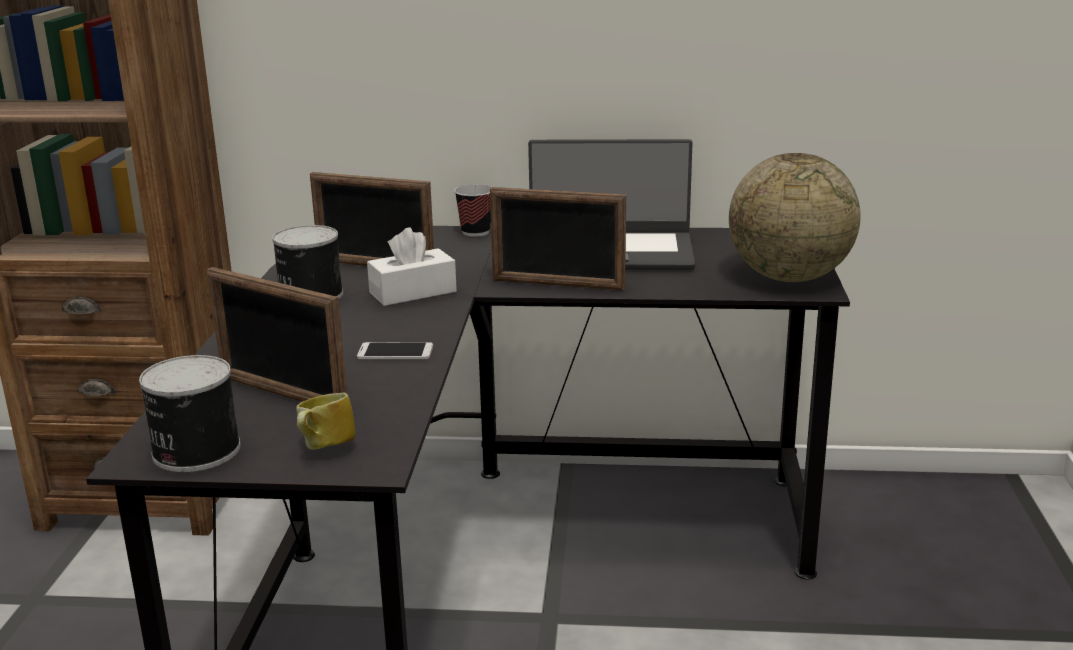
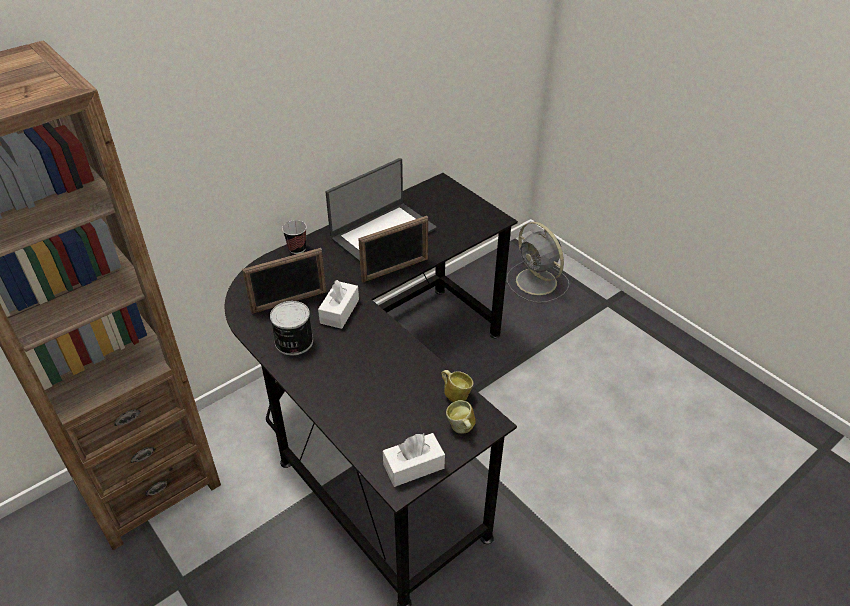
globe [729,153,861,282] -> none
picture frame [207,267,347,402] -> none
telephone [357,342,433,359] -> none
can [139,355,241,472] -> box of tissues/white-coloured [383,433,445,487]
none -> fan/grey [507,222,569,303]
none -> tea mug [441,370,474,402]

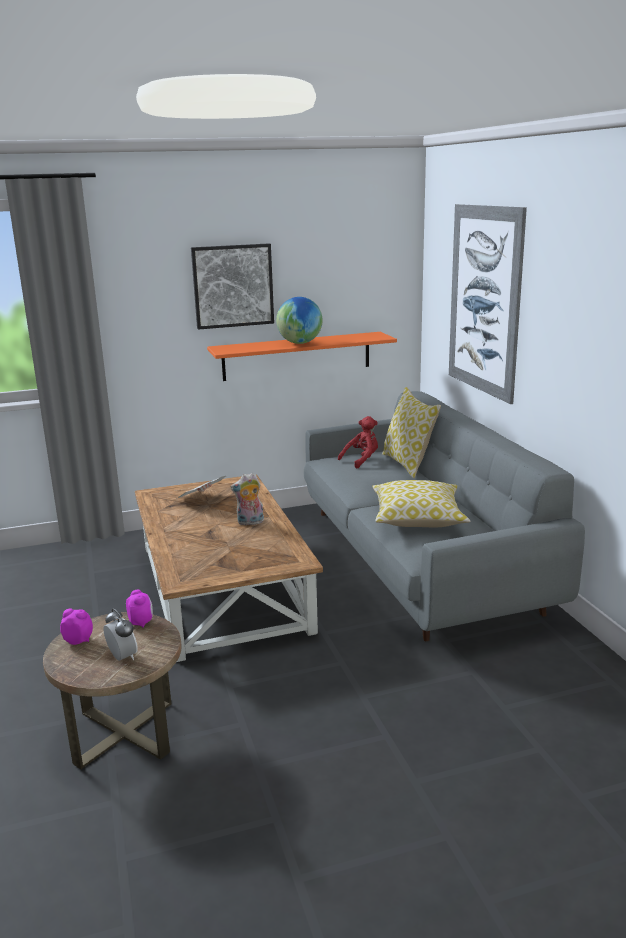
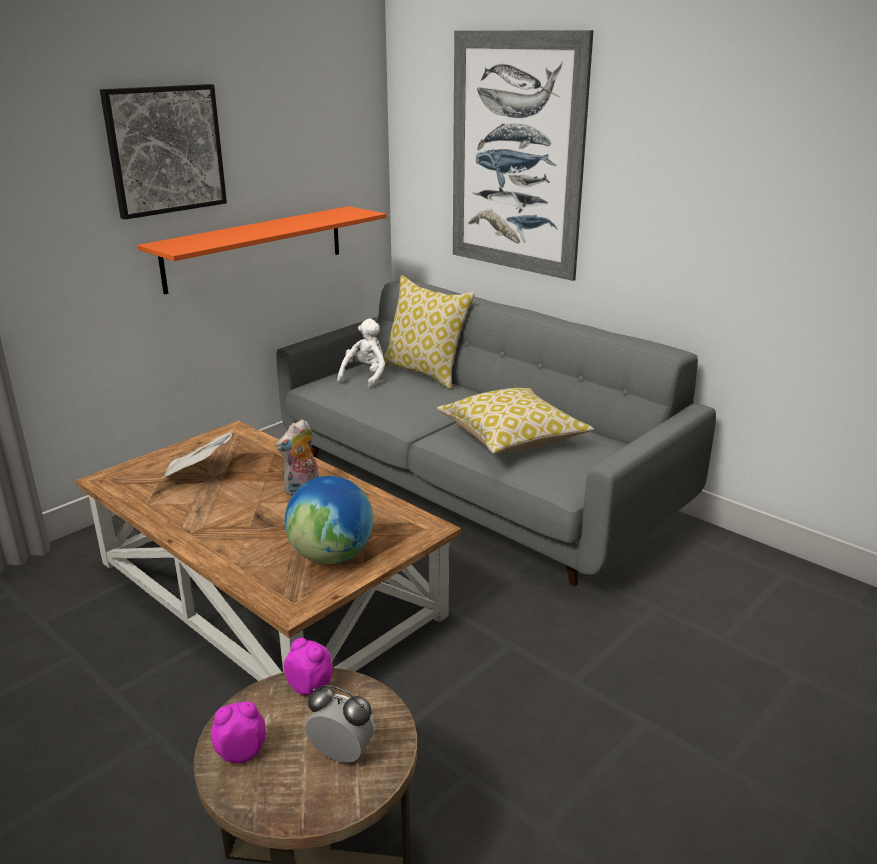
globe [276,297,323,344] -> globe [285,476,373,564], shifted
soft toy/red-coloured [338,416,378,468] -> soft toy/white-coloured [337,319,385,389]

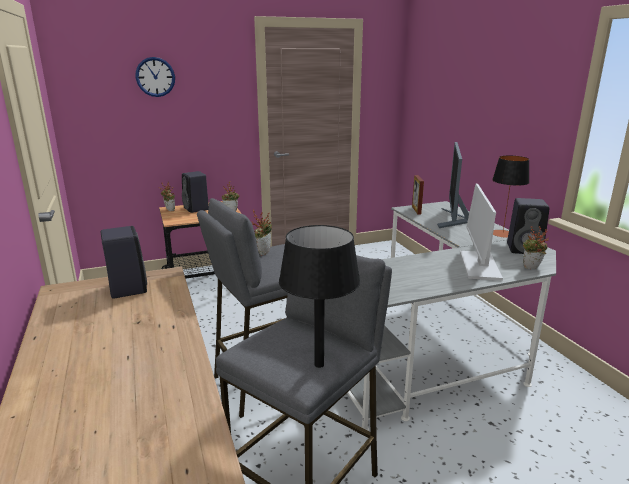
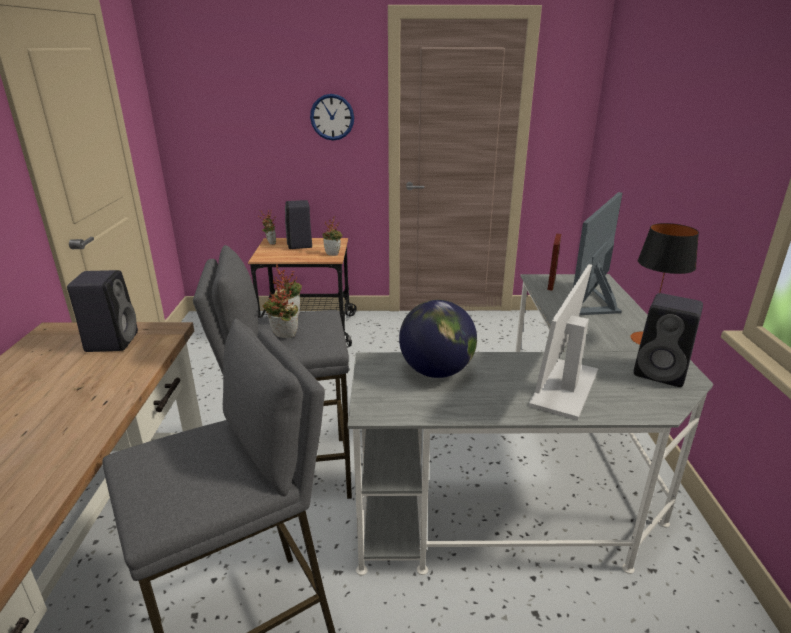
hanging clock [135,57,175,97] -> hanging clock [310,94,354,141], shifted
table lamp/black [279,225,360,368] -> none
plant in a pot [523,226,549,269] -> plant in a pot [263,282,298,338], shifted
none -> globe [399,300,477,378]

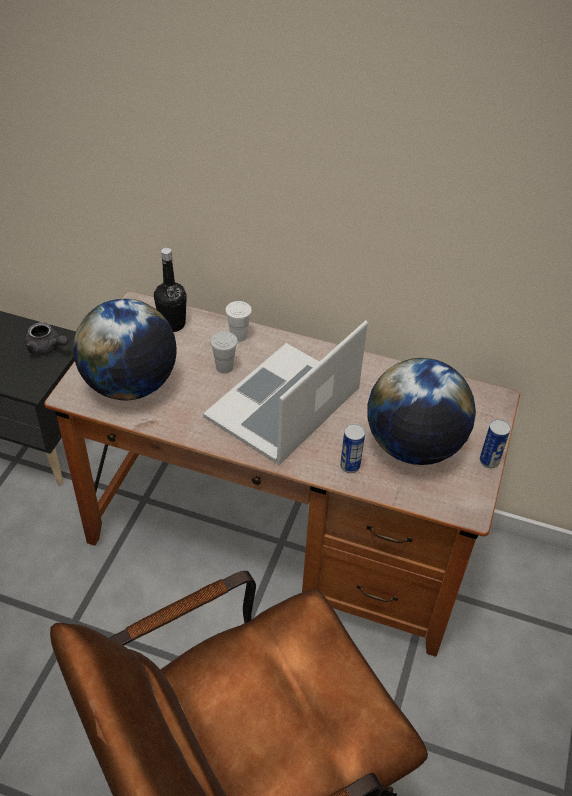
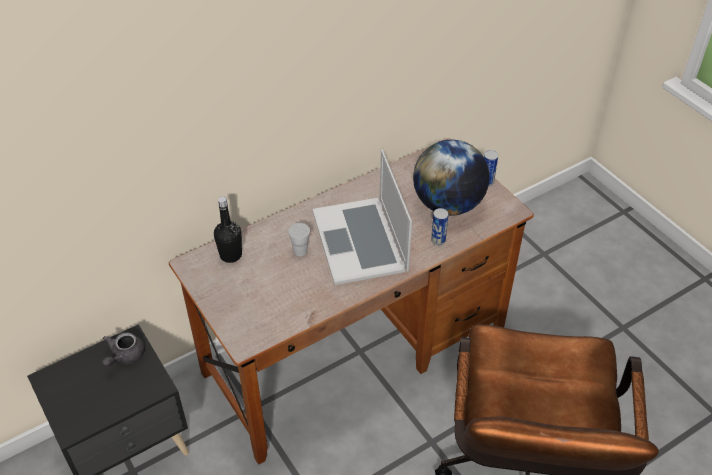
globe [73,299,177,400] -> none
cup/white-coloured [225,301,252,342] -> none
tea pot/grey [25,322,69,355] -> tea pot/grey [102,333,145,367], 135 degrees clockwise

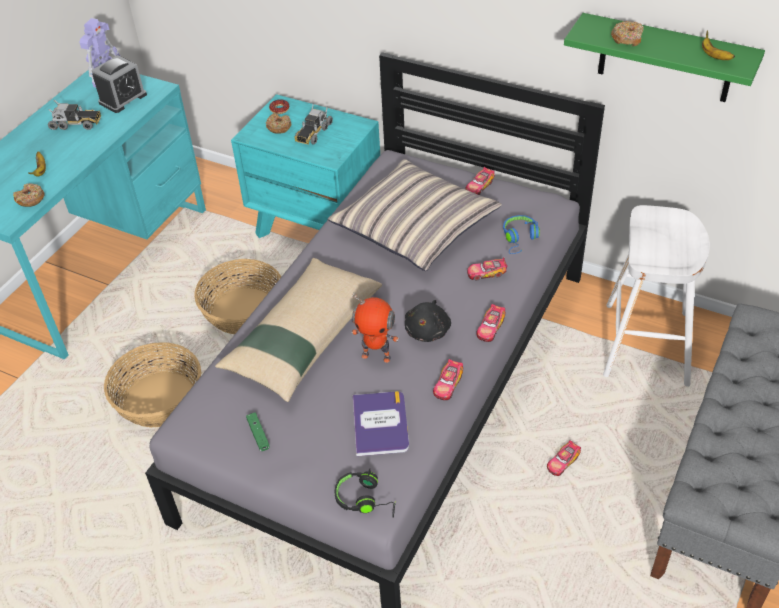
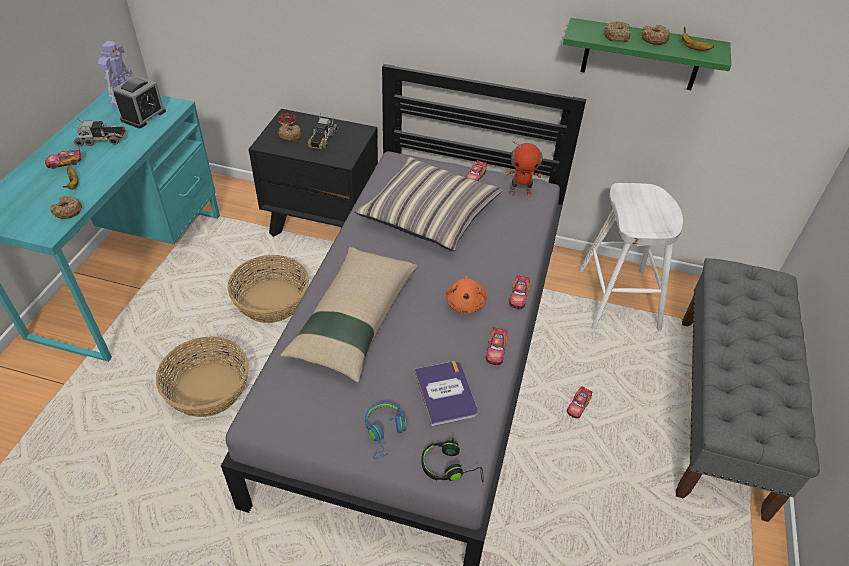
night table/turquoise-coloured [231,94,380,238] -> night table/black [249,109,378,237]
headset/bluish [503,215,540,254] -> headset/bluish [365,402,407,459], shifted
model car [467,257,507,281] -> model car [45,147,81,169], shifted
model robot [351,292,399,363] -> model robot [506,139,542,196], shifted
soft toy/black [405,300,451,342] -> soft toy/orange [446,276,487,314]
game controller/green-coloured [246,412,270,451] -> none
none -> ring doughnut [641,24,670,45]

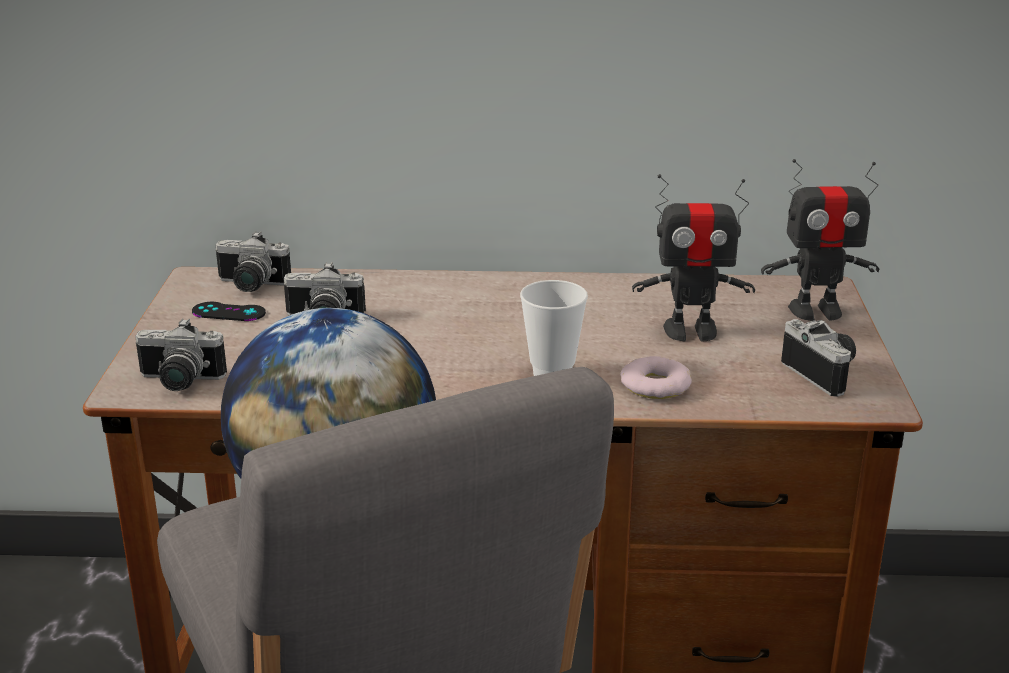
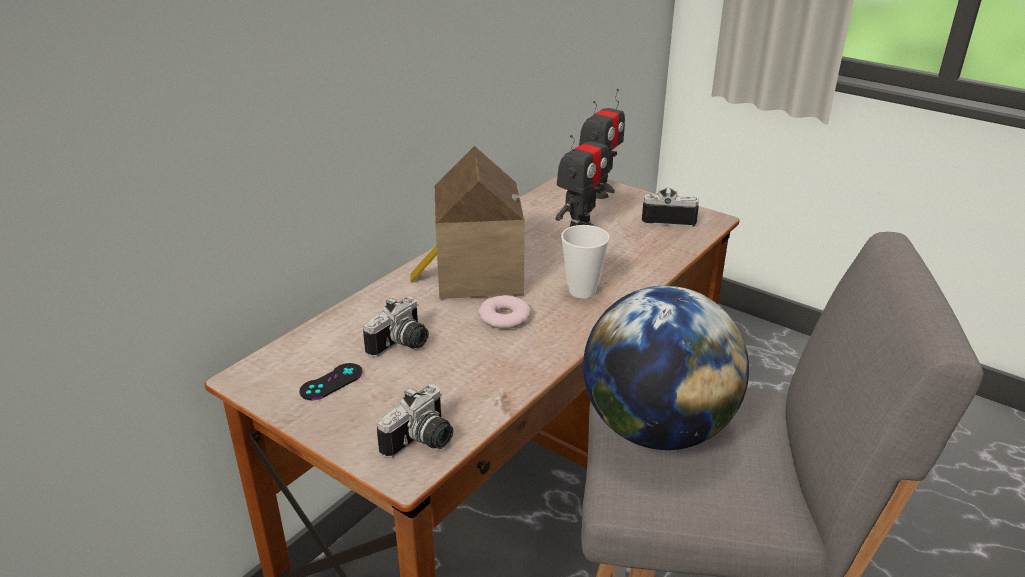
still camera [215,231,291,292] -> none
ring doughnut [620,356,692,399] -> ring doughnut [478,295,531,329], shifted
none -> model house [410,146,525,299]

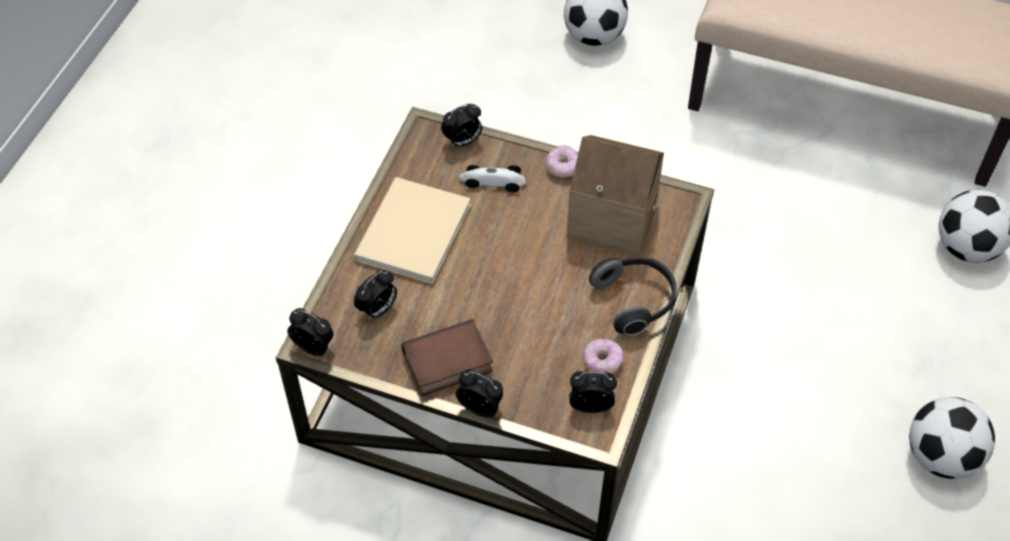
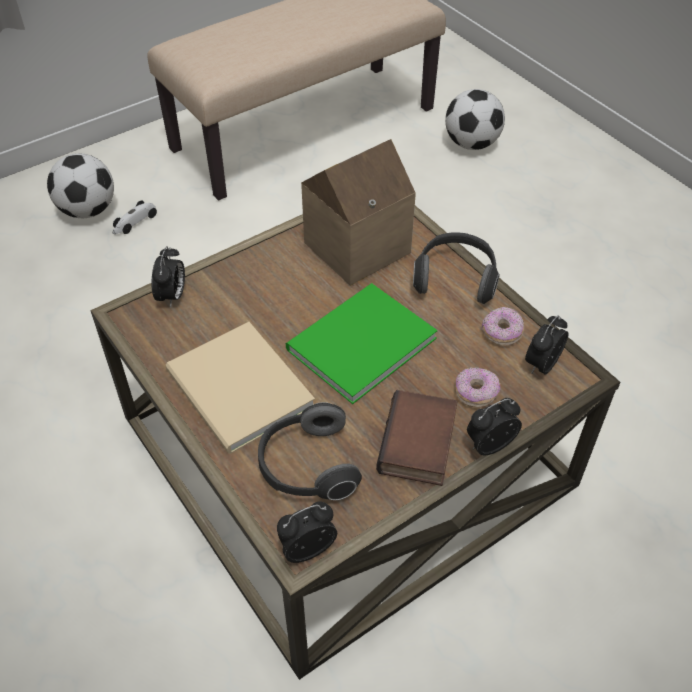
ring doughnut [546,145,578,177] -> ring doughnut [455,367,500,407], shifted
model car [458,165,526,192] -> model car [113,200,157,234], shifted
bedside clock [354,270,397,319] -> headset [258,402,362,500]
football ball [909,397,995,479] -> none
none -> book/green-coloured [286,283,438,404]

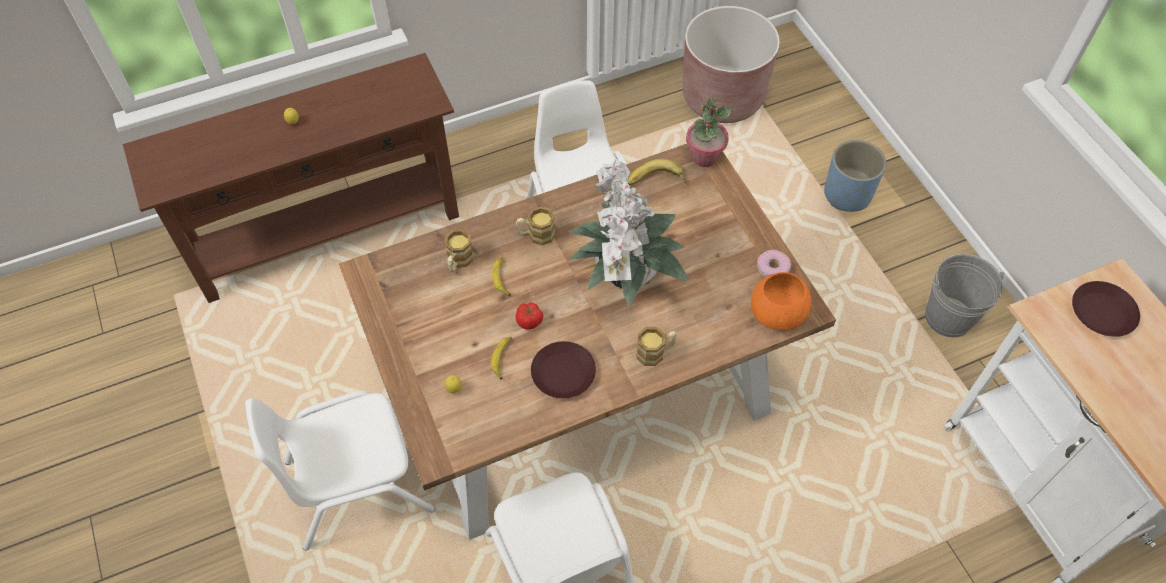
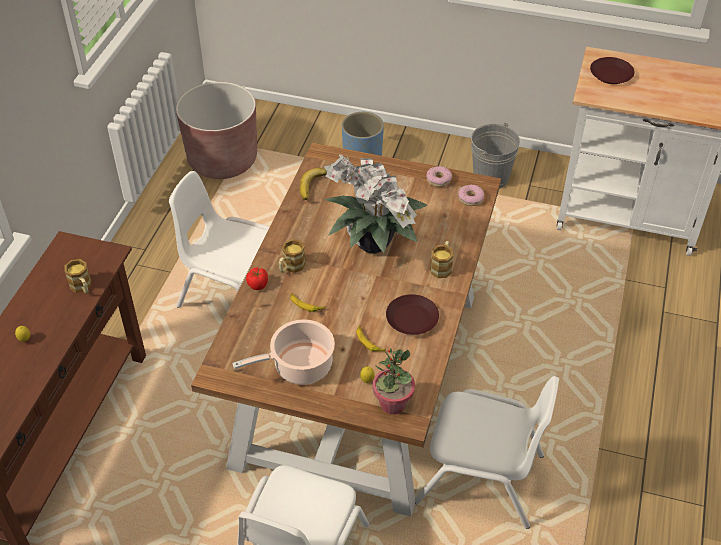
plant in a pot [686,97,731,167] -> plant in a pot [373,349,415,414], shifted
tea mug [445,229,473,272] -> tea mug [64,259,91,294], shifted
deep dish/orange [751,272,812,330] -> ring doughnut [458,185,484,206]
tomato [515,302,543,330] -> tomato [246,268,268,290], shifted
none -> stockpot [232,319,335,385]

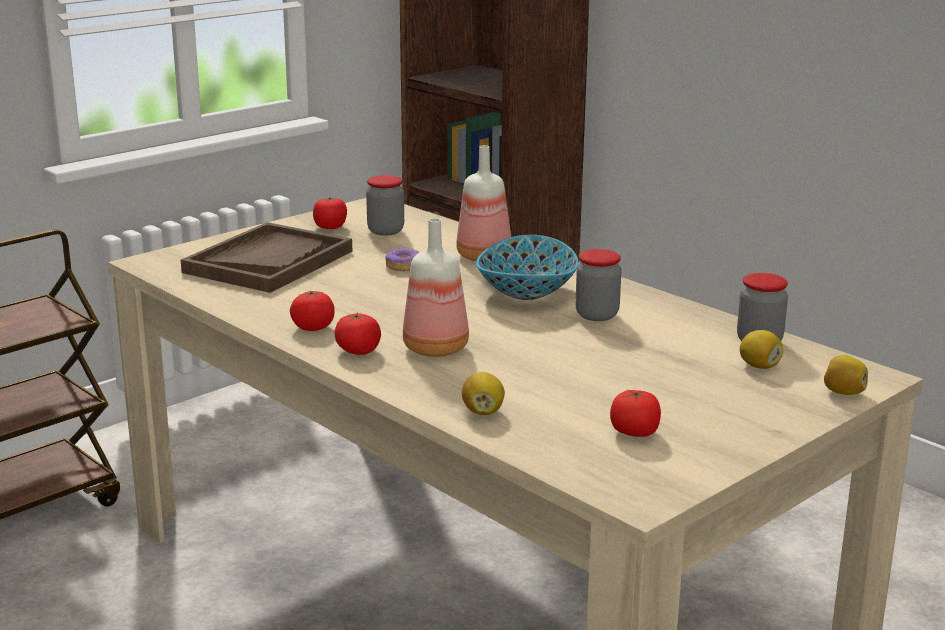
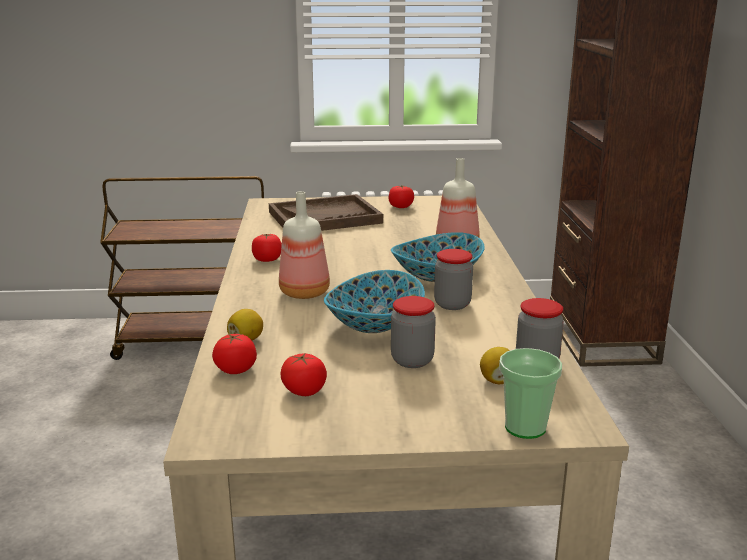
preserve jar [366,175,404,236] -> preserve jar [391,296,436,368], shifted
ring doughnut [385,248,420,271] -> none
tomato [334,313,381,355] -> tomato [212,334,257,374], shifted
lemon [824,355,868,395] -> cup [499,348,562,439]
none -> deep dish [324,270,425,333]

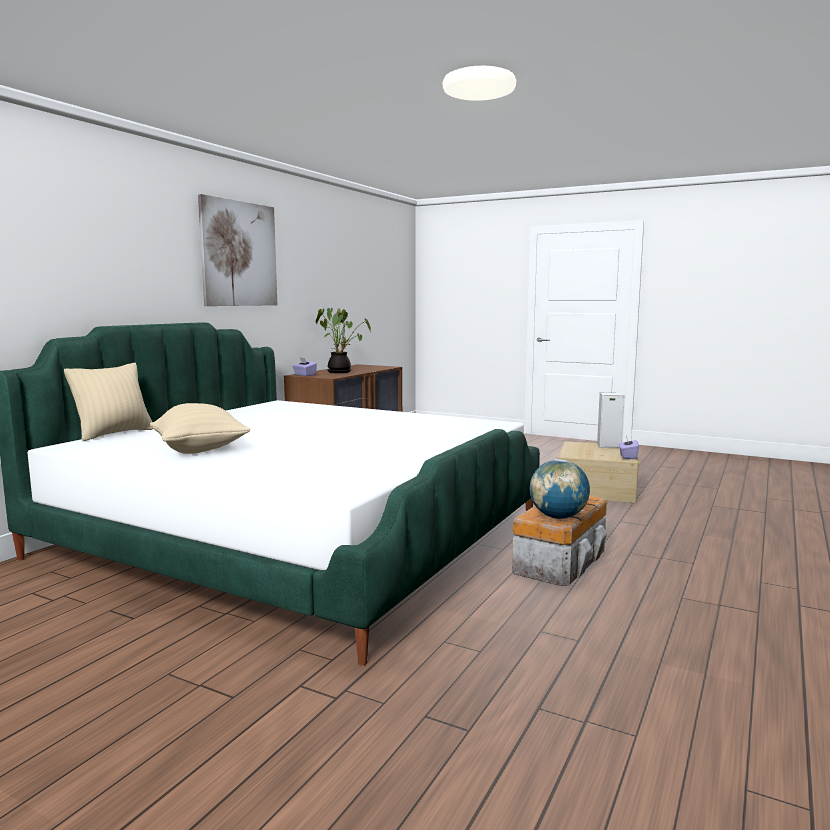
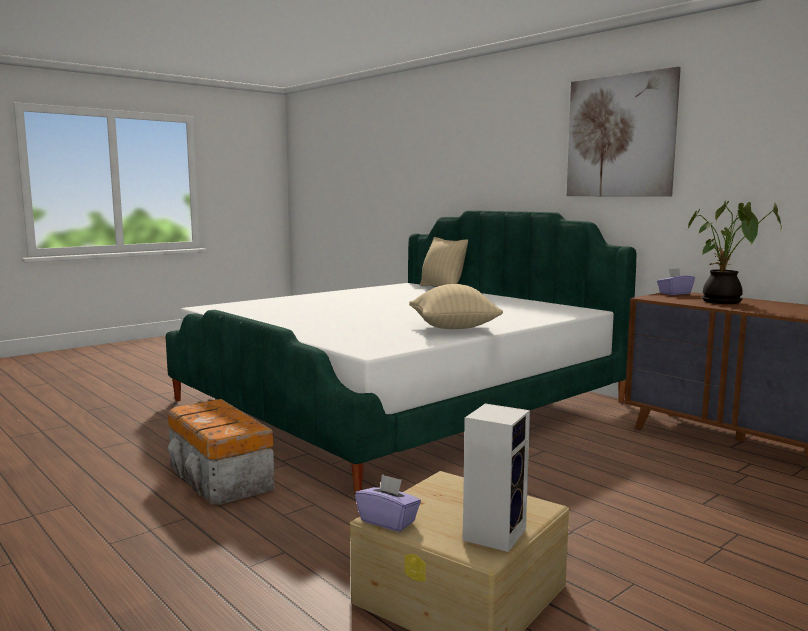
pillow/beige [150,403,250,454] -> pillow/beige [409,284,503,329], shifted
globe [530,459,590,519] -> none

